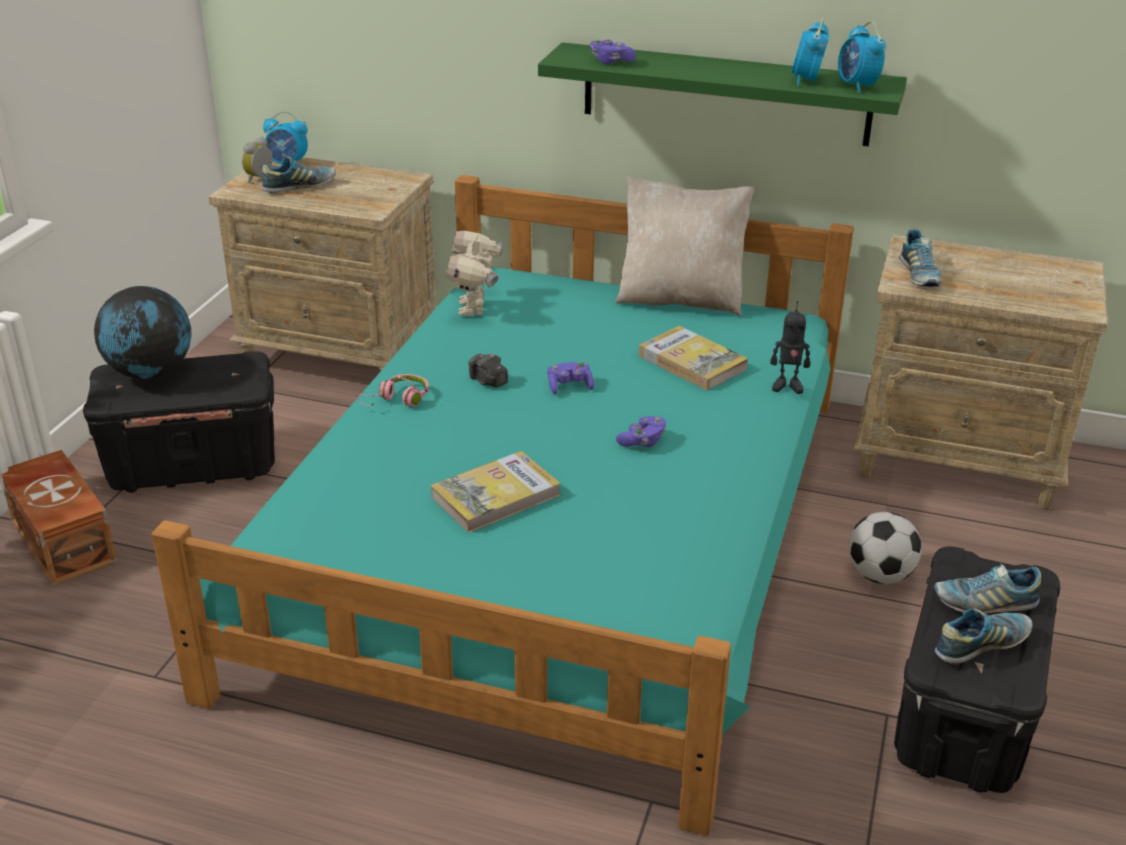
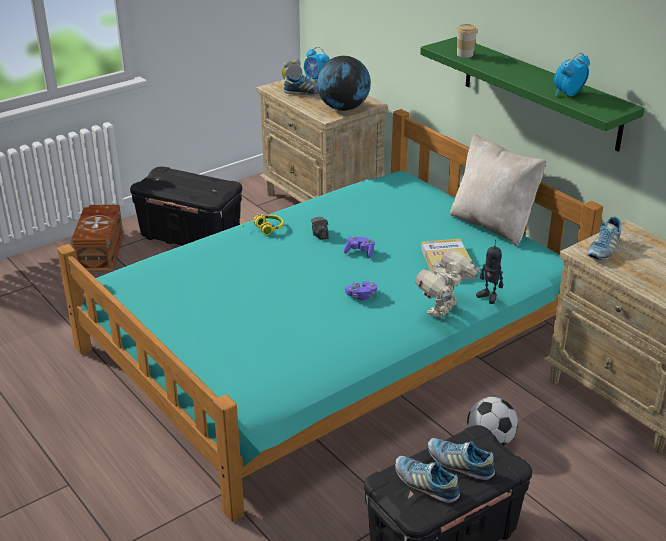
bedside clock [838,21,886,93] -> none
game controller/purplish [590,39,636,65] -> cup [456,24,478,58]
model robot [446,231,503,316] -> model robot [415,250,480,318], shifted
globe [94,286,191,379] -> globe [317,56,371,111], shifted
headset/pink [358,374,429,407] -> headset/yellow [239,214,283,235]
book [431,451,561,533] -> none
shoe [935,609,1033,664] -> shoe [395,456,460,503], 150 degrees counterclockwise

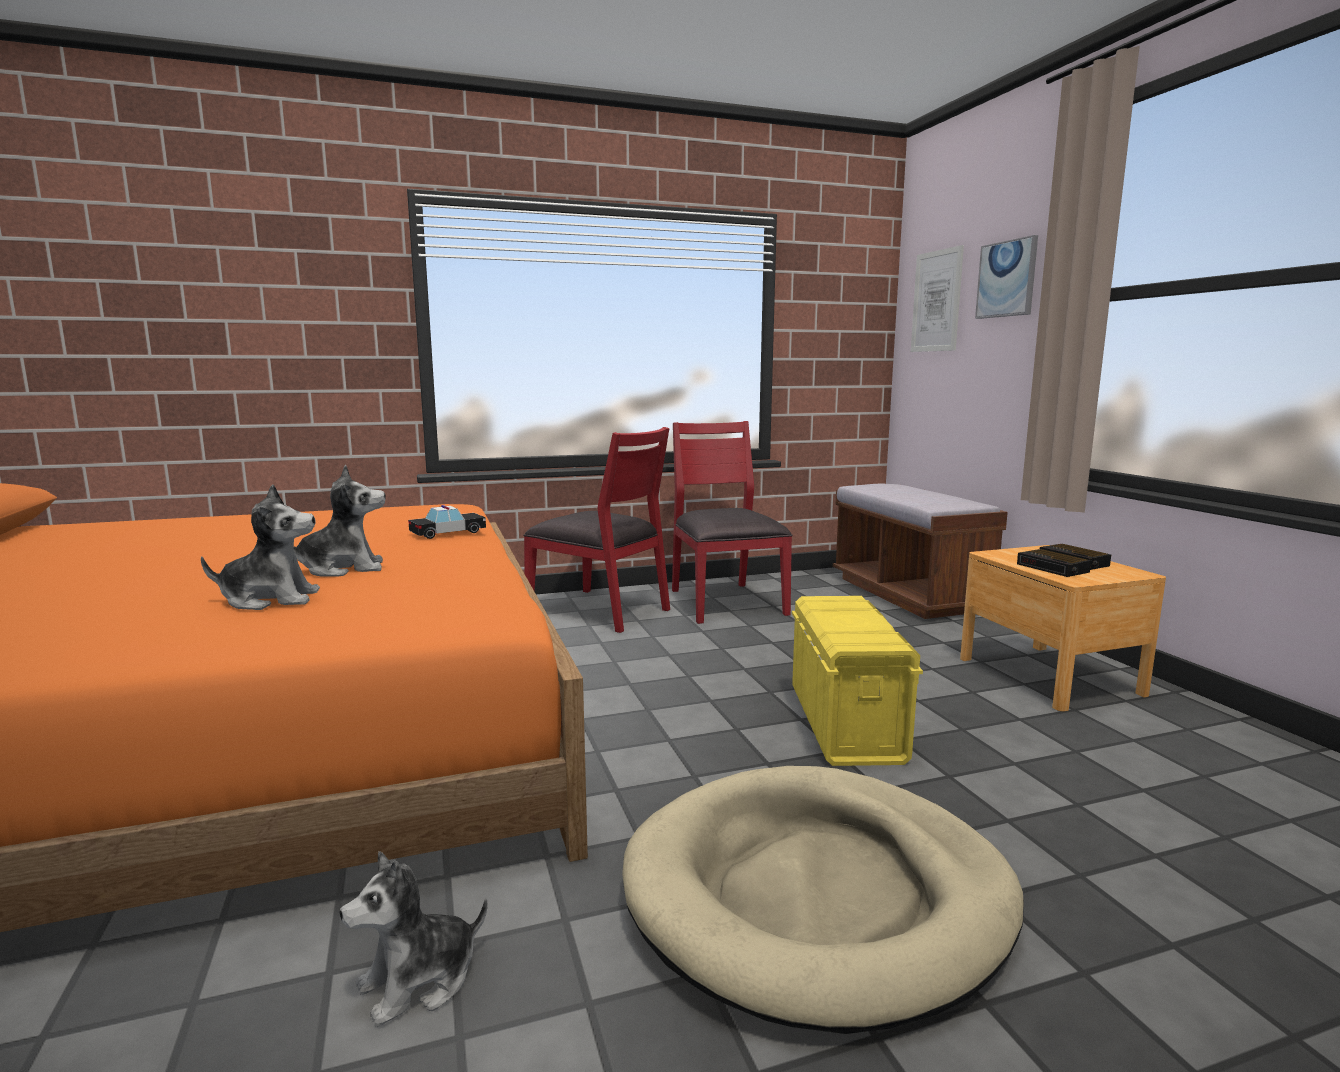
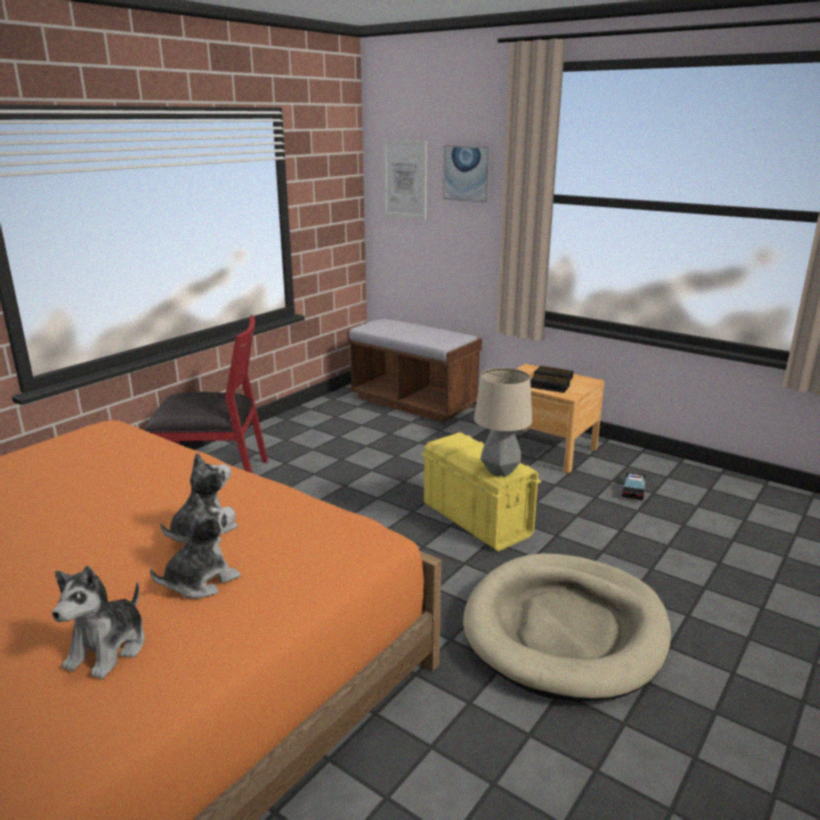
chair/red-coloured [672,421,793,624] -> none
model car [408,505,486,539] -> model car [622,472,646,501], shifted
soft toy [339,851,488,1027] -> soft toy [52,566,145,679], shifted
none -> table lamp [474,368,532,477]

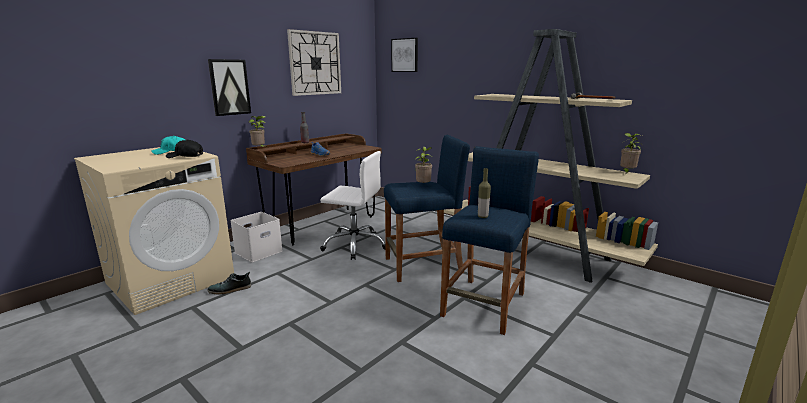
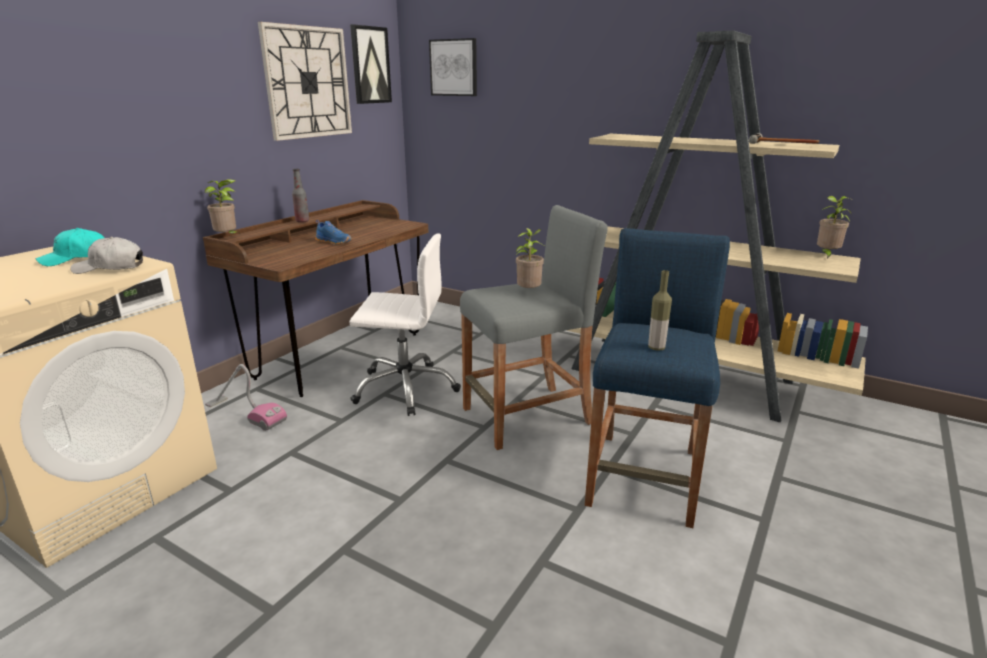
wall art [208,59,251,116] -> wall art [350,24,392,104], shifted
stool/bluish [384,135,470,282] -> stool/grey [460,205,608,450]
peaked cap/black [166,139,203,158] -> peaked cap/white-coloured [71,237,143,274]
storage box/white-coloured [230,212,283,262] -> vacuum [205,364,287,431]
shoe [207,272,251,294] -> none

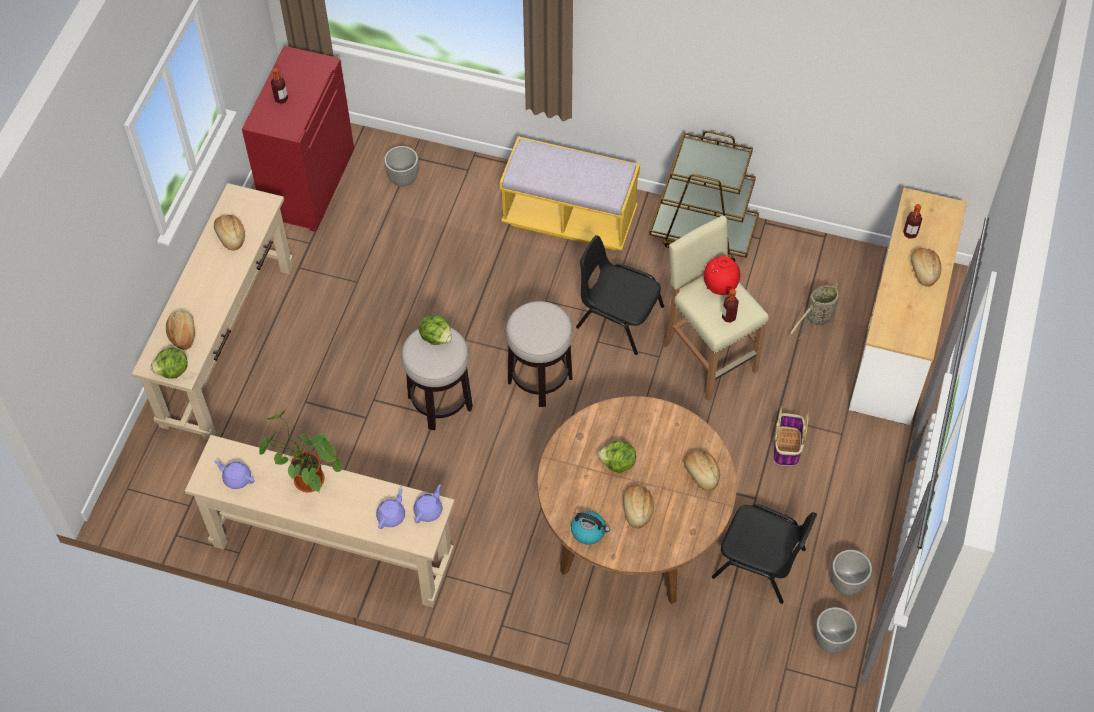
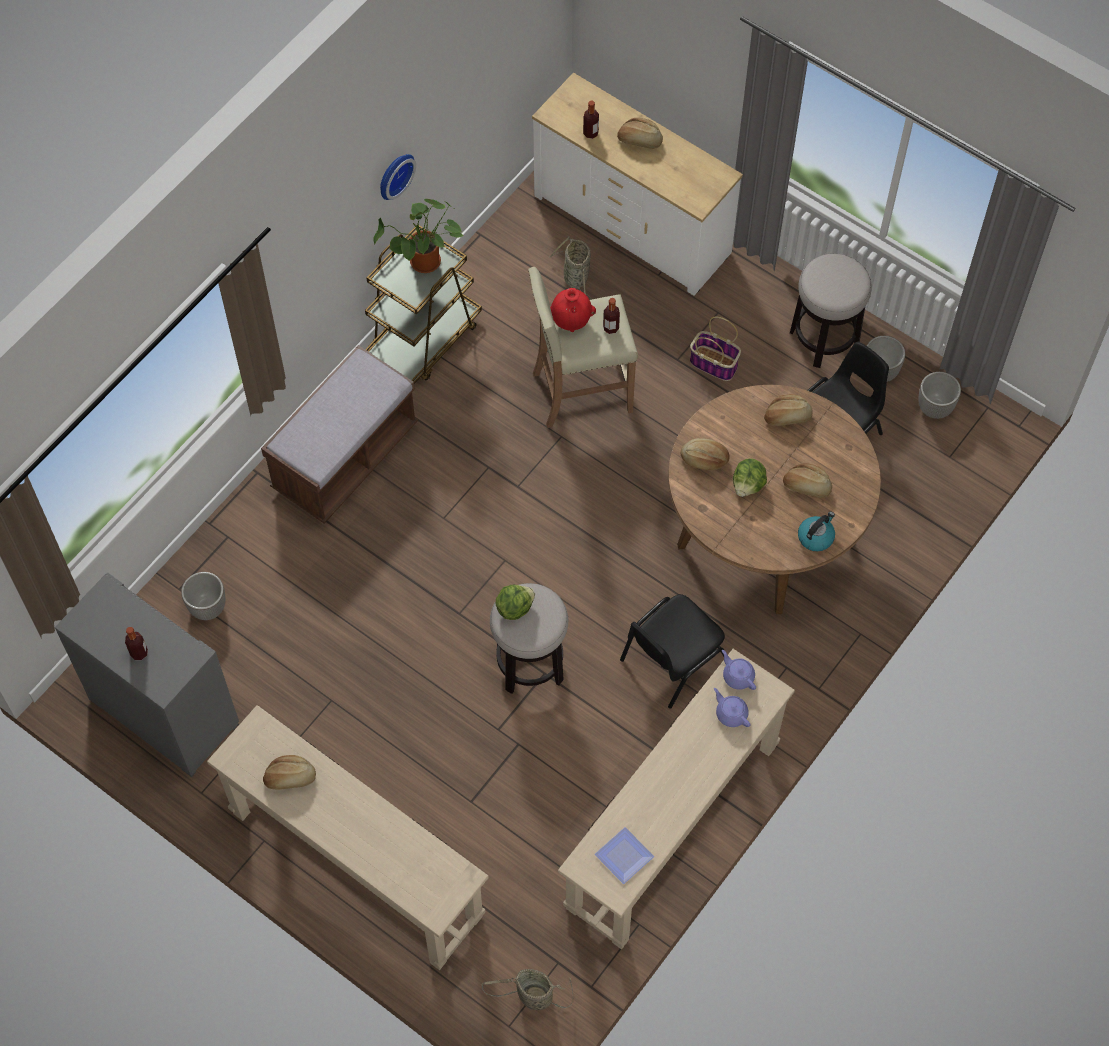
storage cabinet/red-coloured [242,46,354,232] -> storage cabinet/grey [55,572,239,777]
indoor bench/yellow [500,136,640,251] -> indoor bench/brown [261,345,418,524]
chair/black [576,235,664,355] -> chair/black [620,594,725,709], shifted
stool [506,301,573,407] -> stool [790,254,872,368], shifted
bread [166,311,195,350] -> bread [681,438,730,470], shifted
lettuce head [150,348,188,379] -> none
plant in a pot [260,410,342,493] -> plant in a pot [373,199,465,273], shifted
tea pot/purplish [214,461,254,489] -> plate [595,827,654,884]
none -> hanging clock [380,154,416,200]
none -> storage basket [481,969,573,1010]

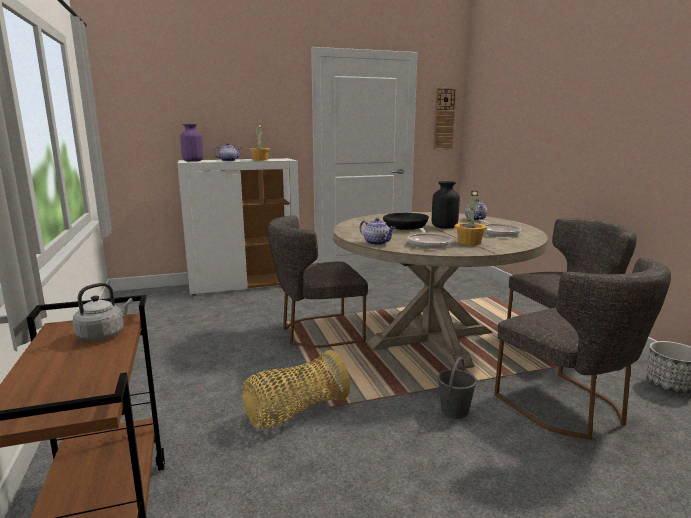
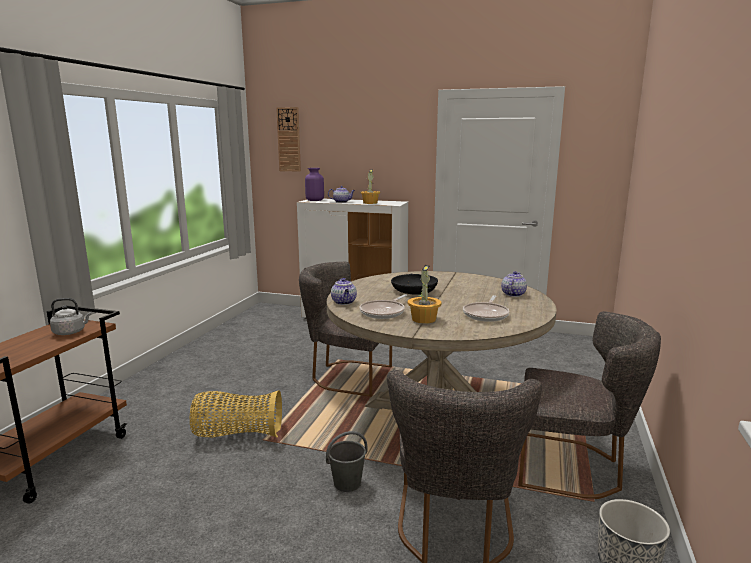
hanging clock [433,88,457,150] -> hanging clock [276,107,301,172], shifted
flower vase/black [432,181,460,229] -> none

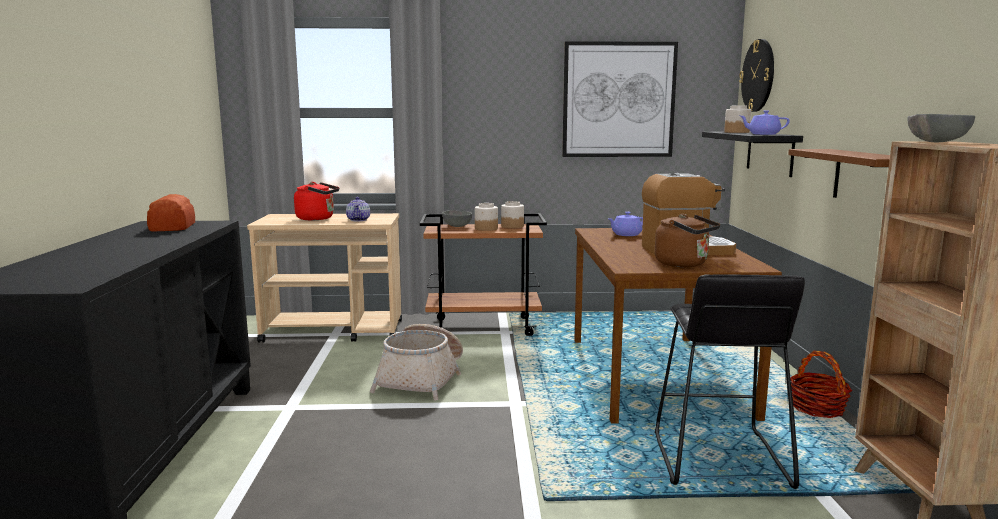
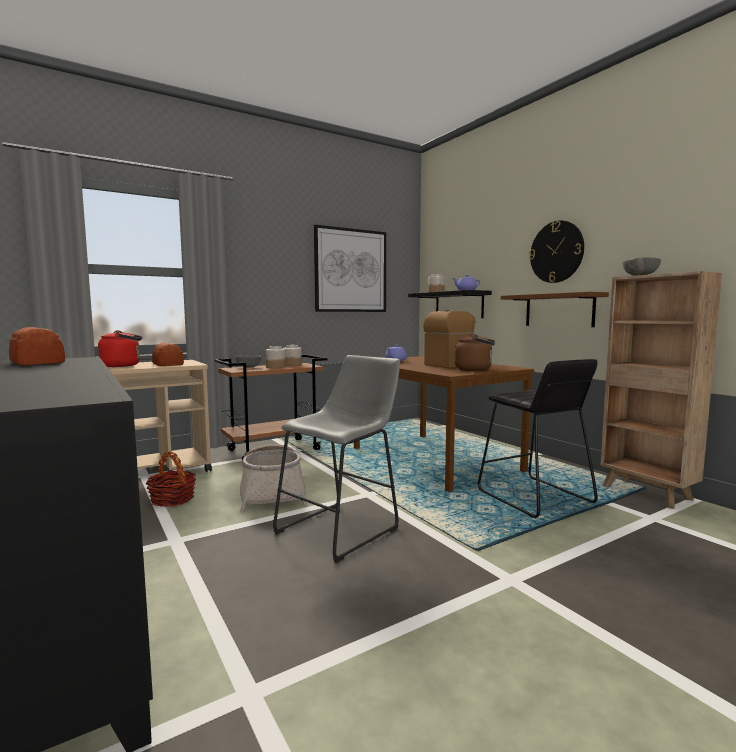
hanging clock [739,39,774,112] -> hanging clock [529,220,584,283], shifted
tea pot [346,197,370,221] -> bread [152,343,184,366]
storage basket [790,351,852,418] -> storage basket [146,452,196,507], shifted
none -> stool/grey [273,355,400,563]

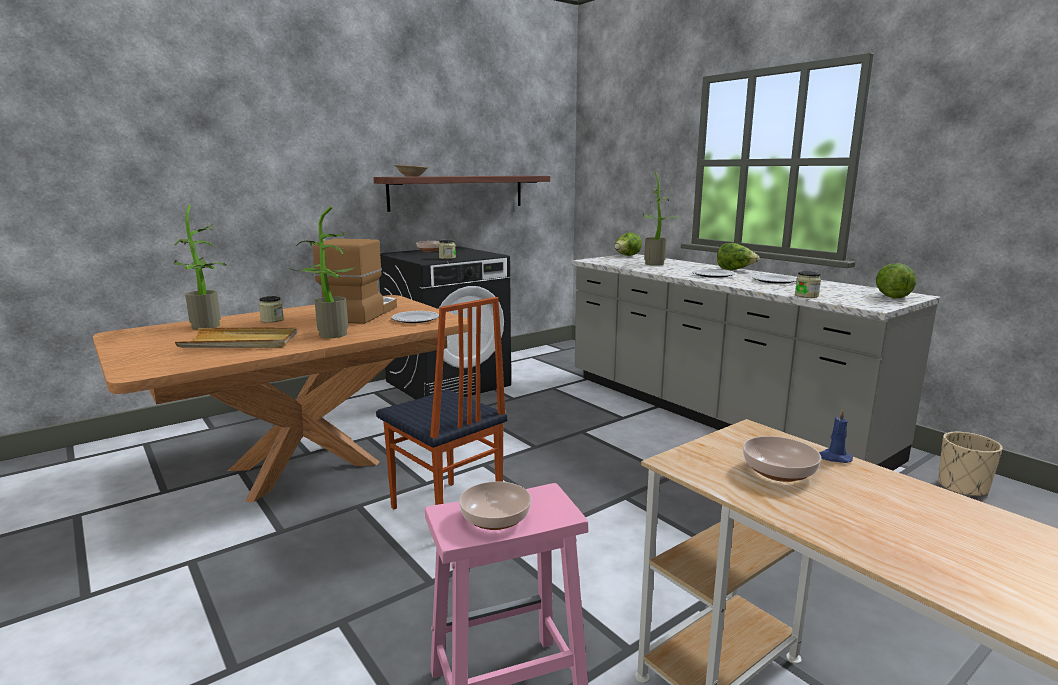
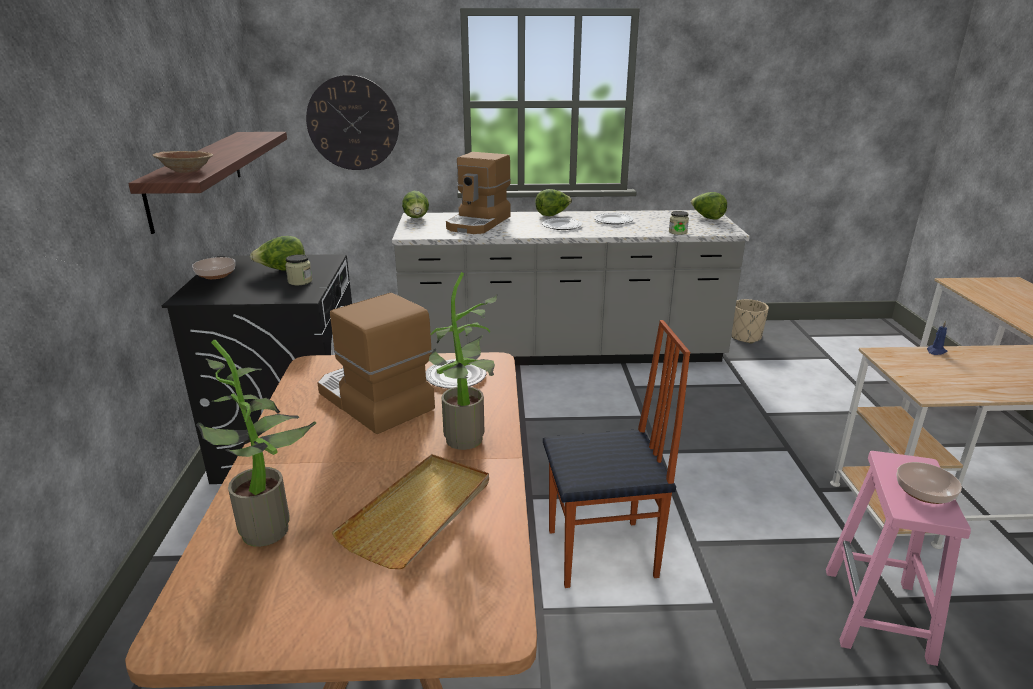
plant in a pot [643,172,684,266] -> coffee brewer [446,152,511,234]
preserve jar [259,296,284,323] -> none
deep dish [743,436,821,482] -> none
none -> hanging clock [306,75,399,170]
none -> lettuce head [250,236,305,271]

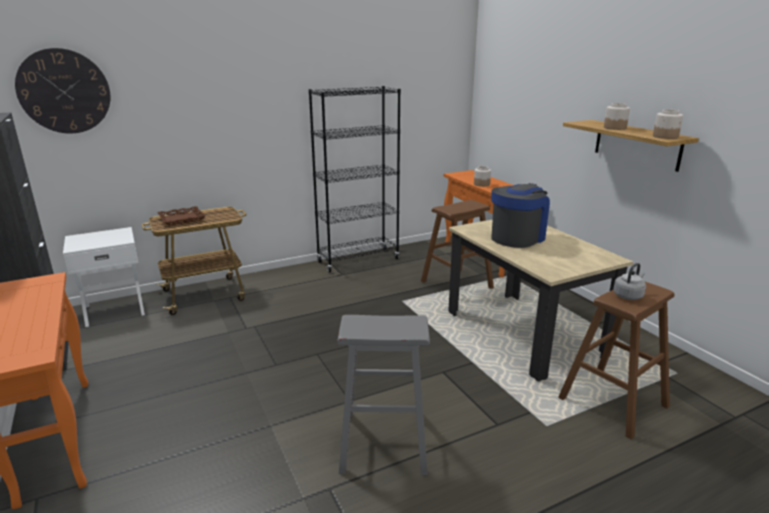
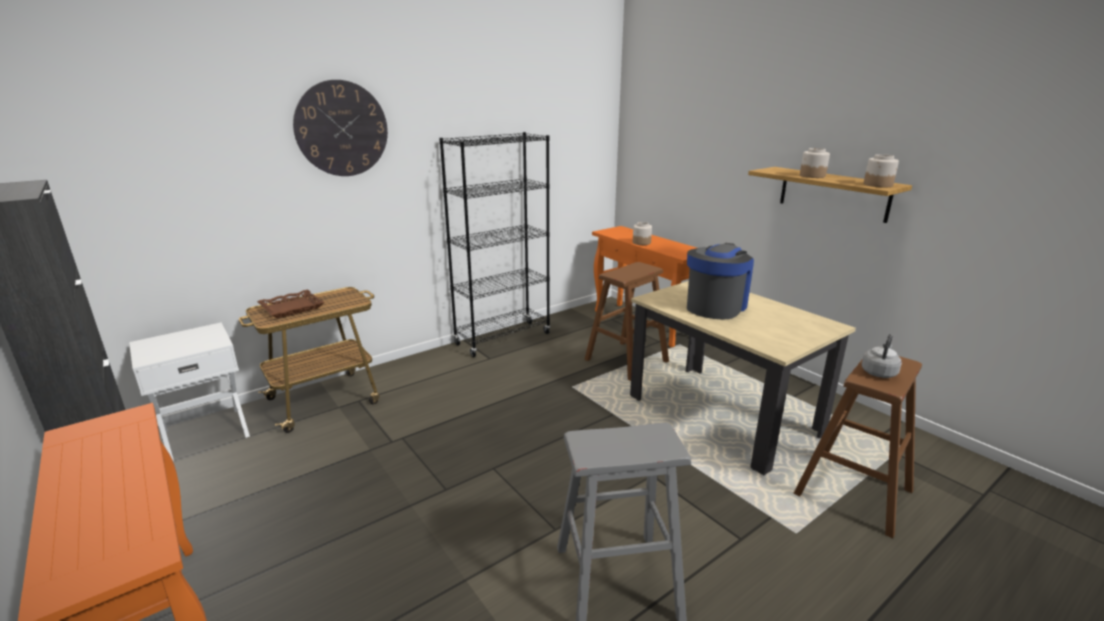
hanging clock [15,48,110,133] -> hanging clock [293,80,388,176], shifted

